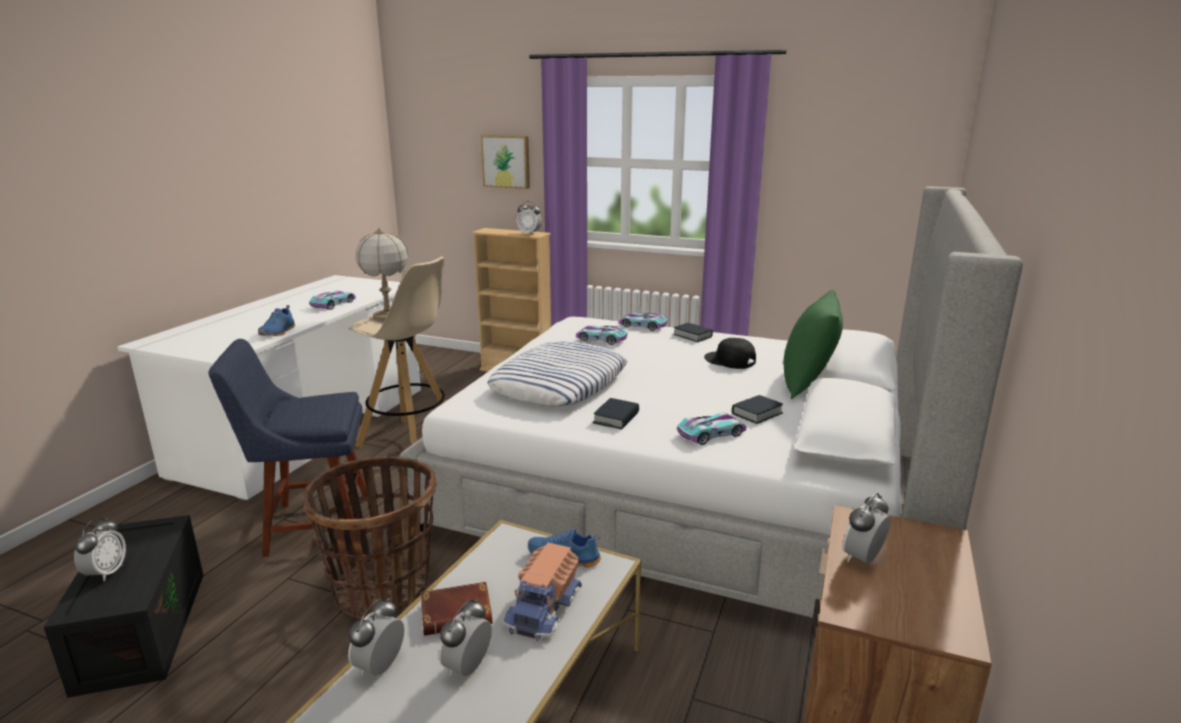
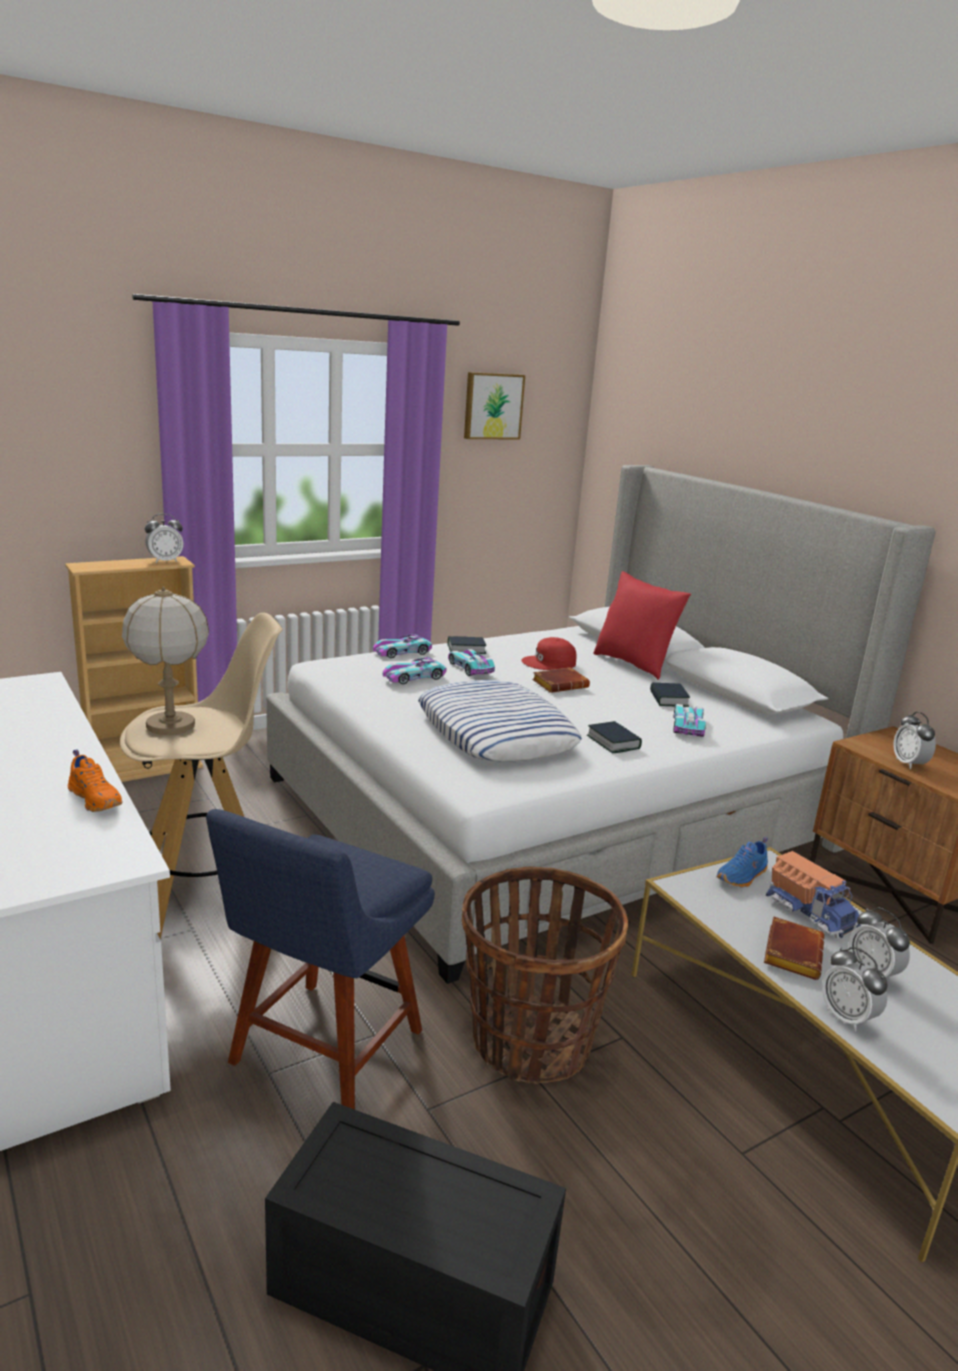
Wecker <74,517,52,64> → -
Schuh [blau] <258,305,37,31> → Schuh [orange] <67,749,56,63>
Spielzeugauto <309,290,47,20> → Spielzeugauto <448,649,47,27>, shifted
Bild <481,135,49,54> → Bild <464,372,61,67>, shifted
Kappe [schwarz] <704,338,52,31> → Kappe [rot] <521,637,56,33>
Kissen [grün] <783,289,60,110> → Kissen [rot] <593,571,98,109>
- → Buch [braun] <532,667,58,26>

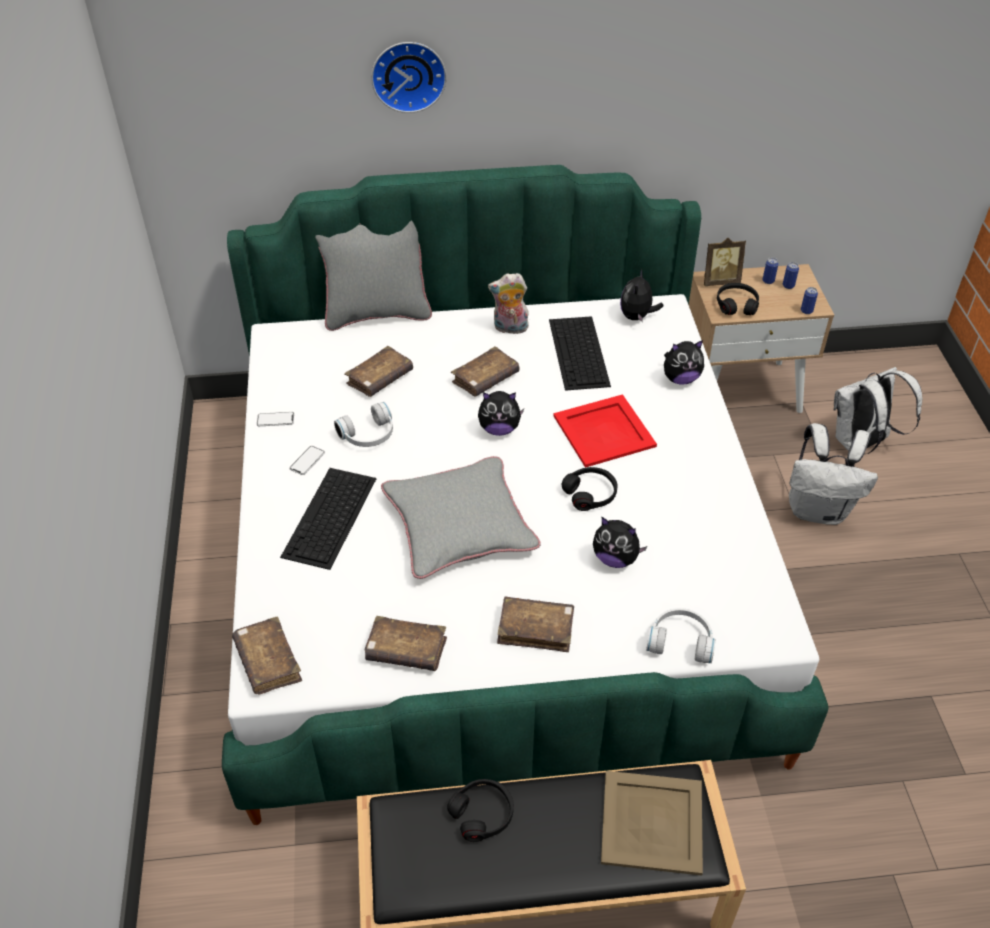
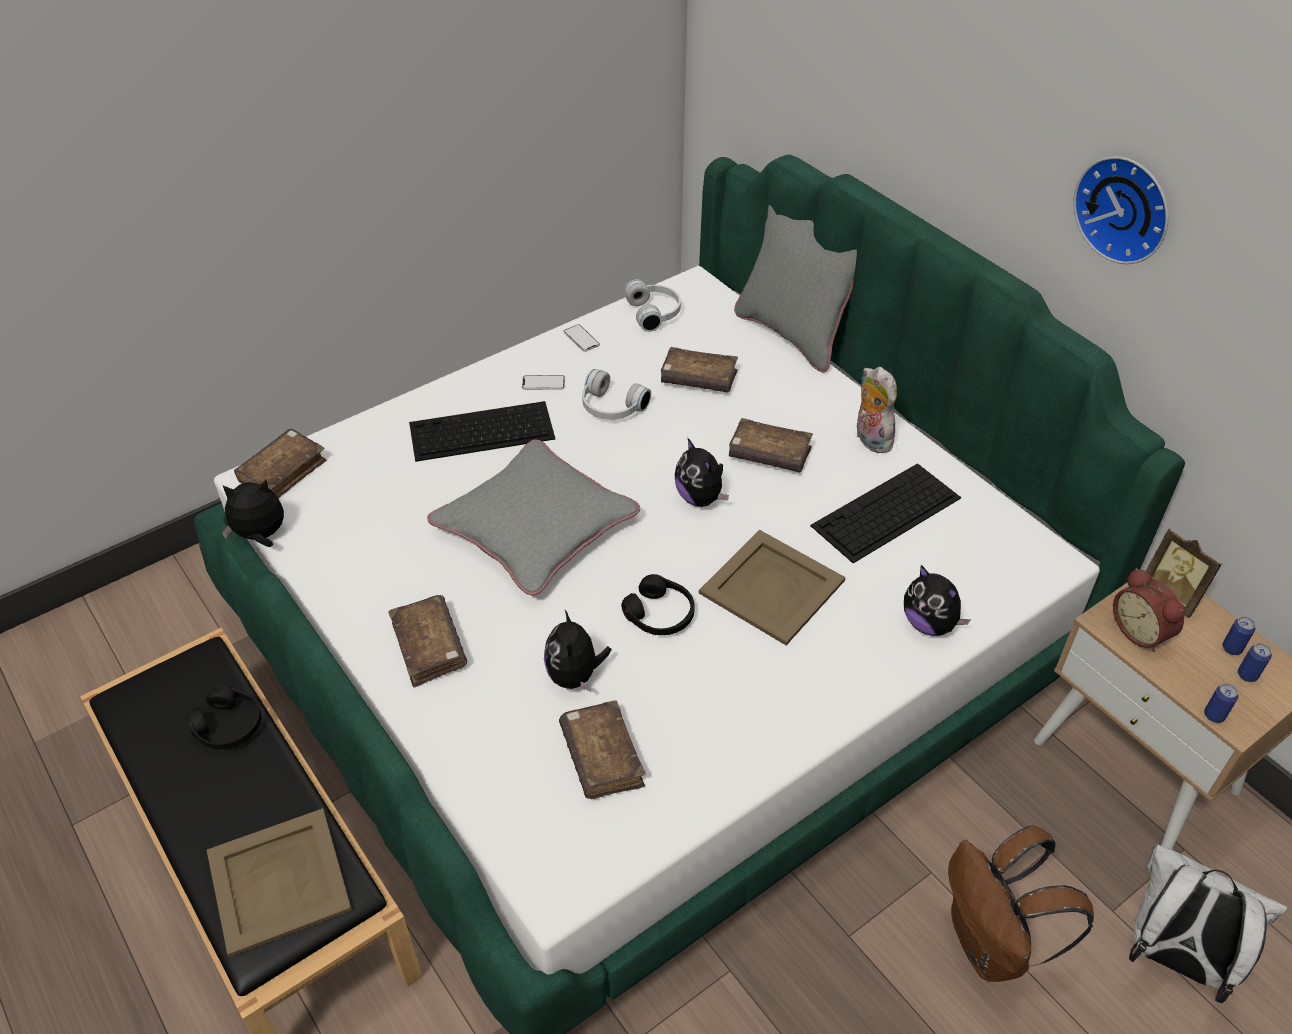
Buch [braun] <365,616,82,55> → Buch [braun] <559,700,87,99>, shifted
Wanduhr <371,42,75,71> → Wanduhr <1073,156,96,108>, shifted
Tablett [rot] <554,394,103,74> → Tablett [beige] <699,530,147,115>
Plüschtier <620,269,43,53> → Plüschtier <221,479,63,68>, shifted
Kopfhörer [weiß] <646,608,70,55> → Kopfhörer [weiß] <624,279,57,53>, shifted
Kopfhörer [schwarz] <717,283,42,32> → Wecker <1113,568,72,84>
Rucksack [weiß] <789,423,89,102> → Rucksack [braun] <948,825,146,157>

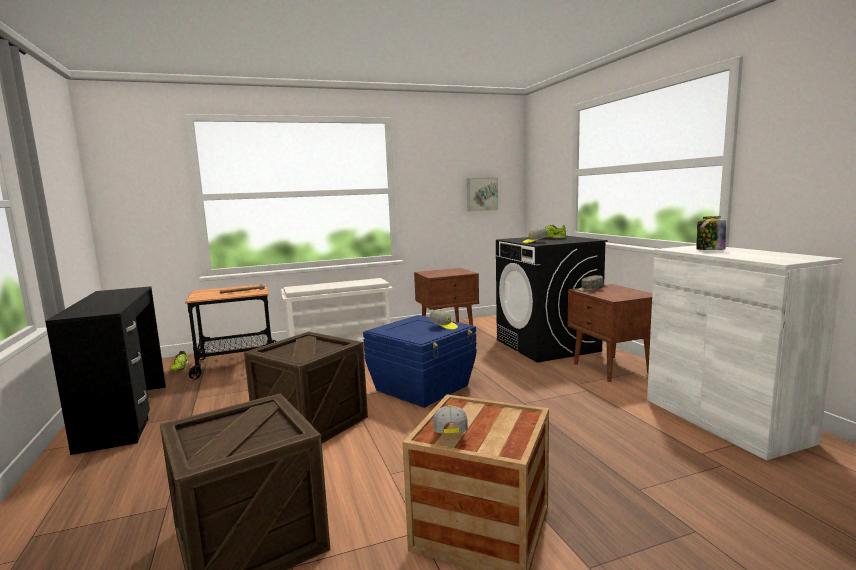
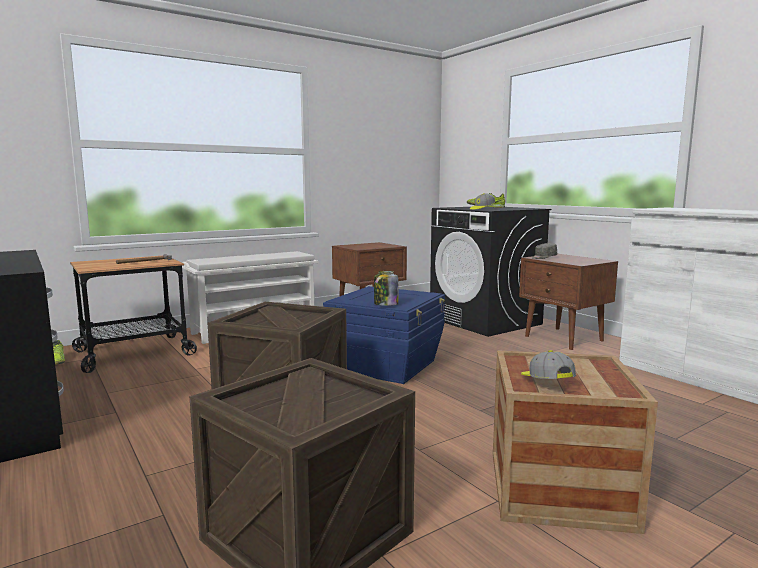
Kappe <429,309,29,21> → -
Bild <467,177,31,35> → -
Vorratsglas <696,216,30,34> → Vorratsglas <374,271,25,35>, shifted

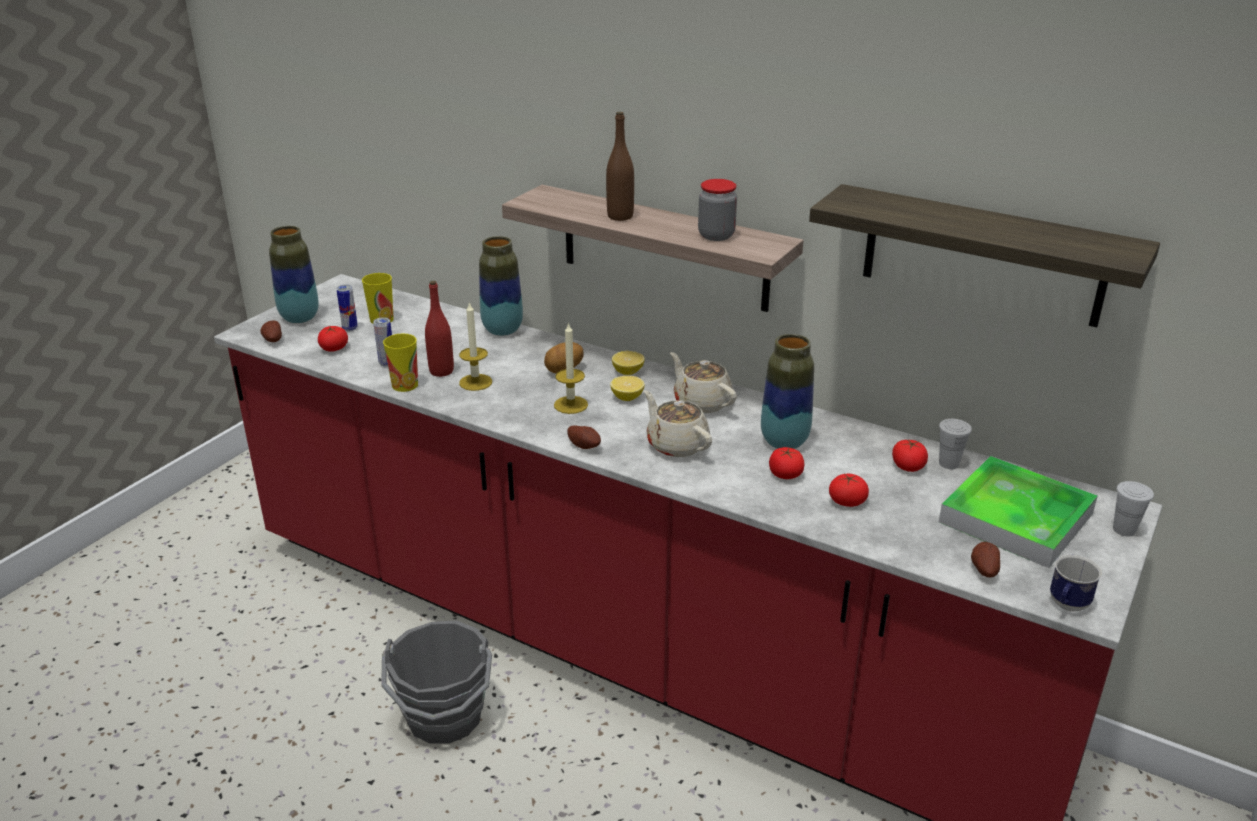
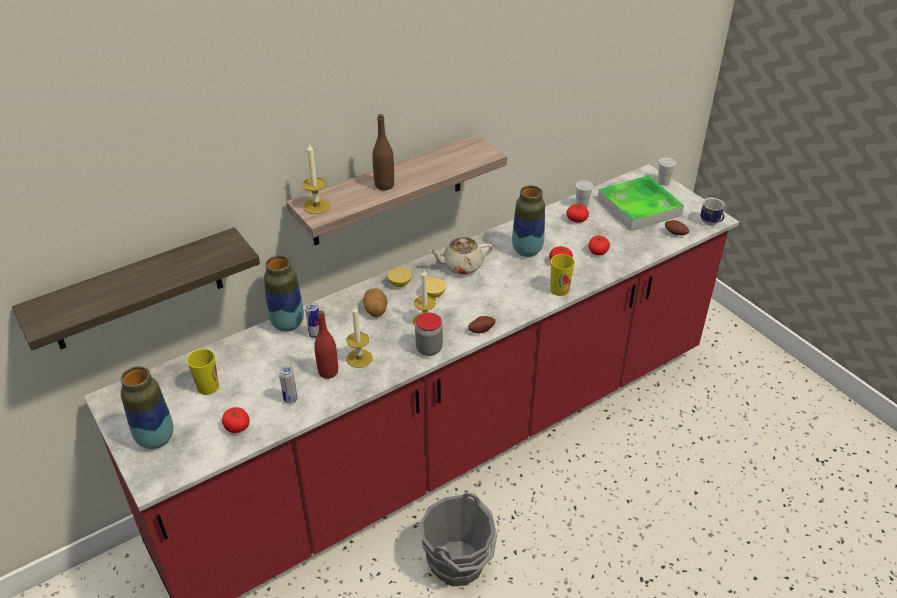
Kartoffel <261,321,21,21> → -
Dose <336,284,22,47> → Dose <305,302,14,36>, shifted
Tasse <383,334,35,58> → Tasse <550,254,25,42>, shifted
Teekanne [beige] <644,390,68,67> → -
Vorratsglas <698,179,39,62> → Vorratsglas <415,313,28,43>, shifted
Wandregal <809,184,351,143> → Wandregal <12,227,248,123>, shifted
- → Kerze <302,143,28,71>

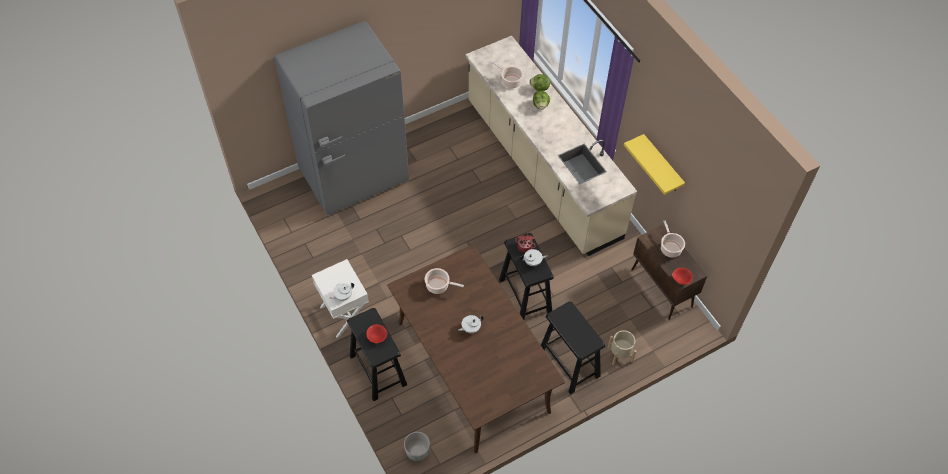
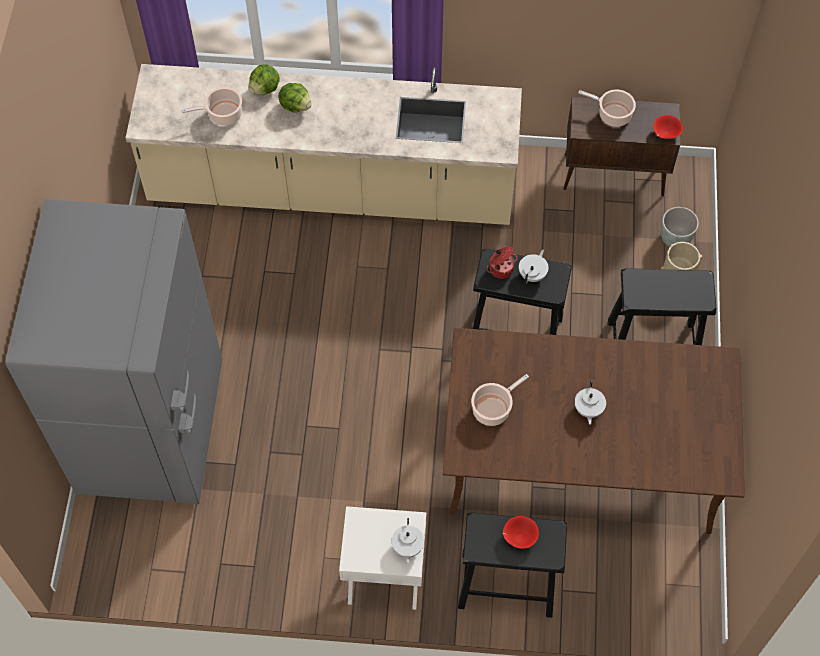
Pflanzkübel [grau] <404,432,26,29> → Pflanzkübel [grau] <661,207,38,40>, shifted
Wandregal [gelb] <624,134,61,61> → -

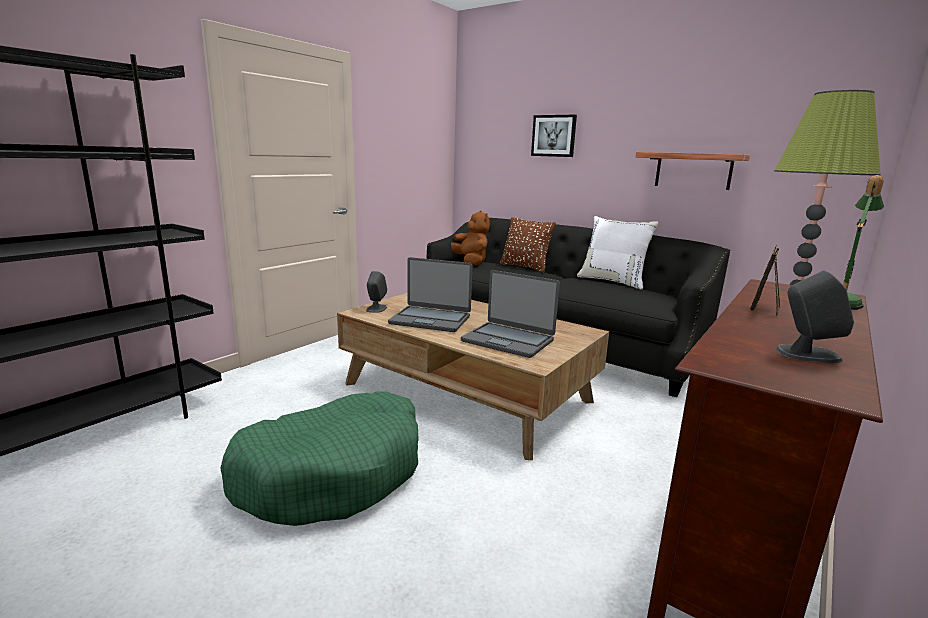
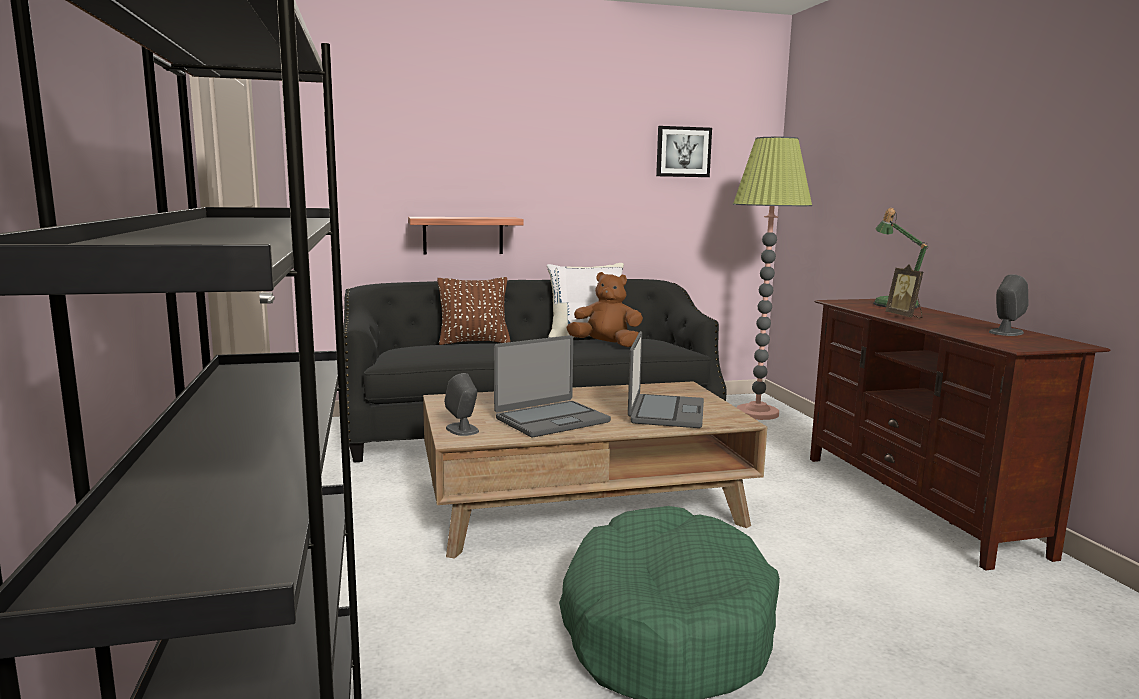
Plüschtier [braun] <451,210,39,55> → Plüschtier [braun] <566,272,77,75>, shifted
Laptop <461,270,99,88> → Laptop <628,331,76,97>, 60 degrees counterclockwise
Bild <531,115,46,42> → Bild <656,126,56,51>, shifted
Wandregal <636,152,114,38> → Wandregal <408,217,116,37>, shifted

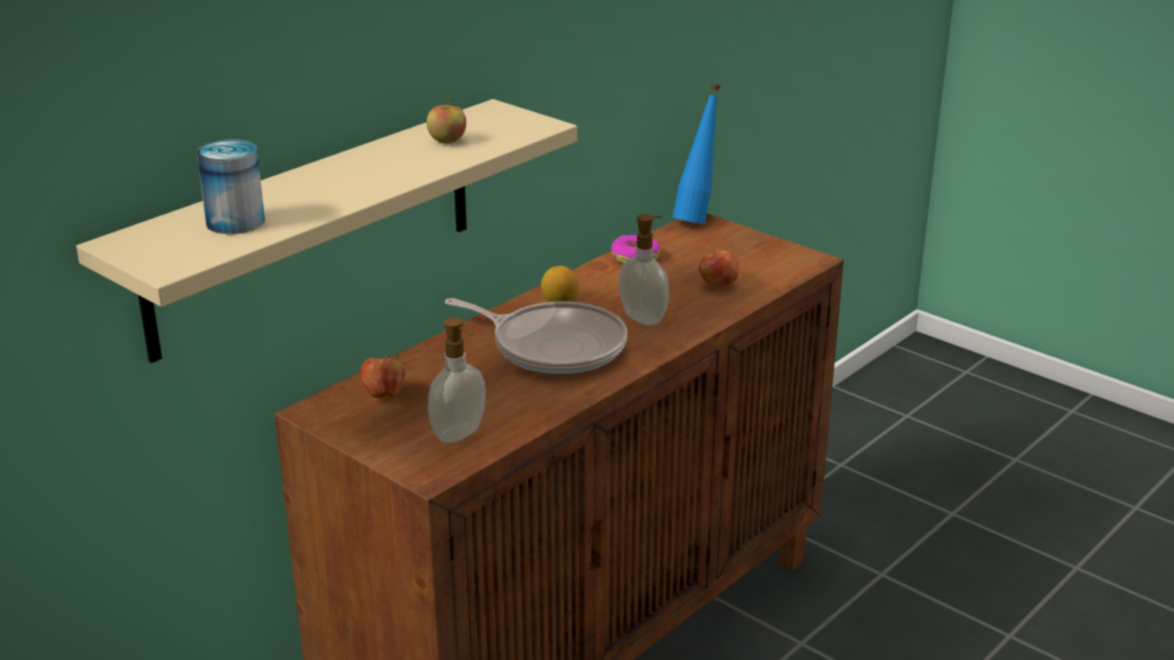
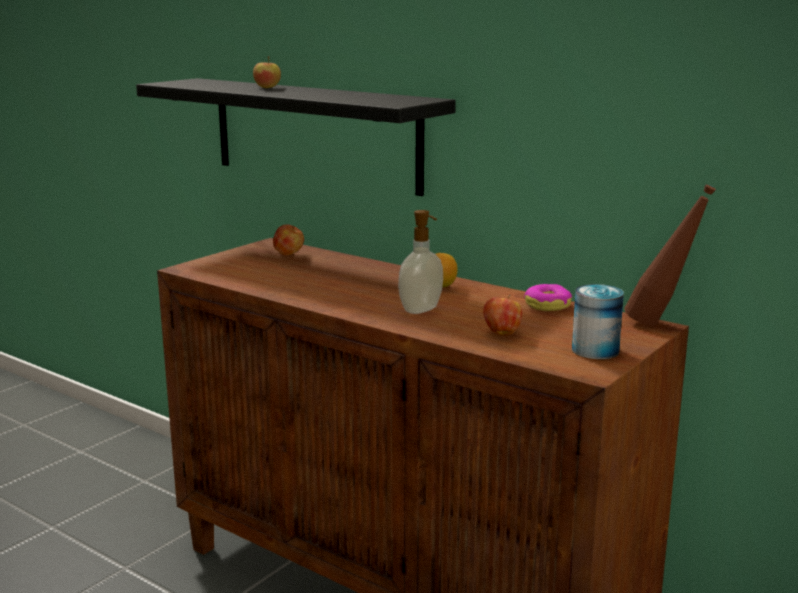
Wandregal [beige] <76,99,501,264> → Wandregal [schwarz] <136,78,320,118>
Dose <197,139,68,95> → Dose <572,284,52,75>, shifted
Apfel <426,97,40,47> → Apfel <253,56,28,32>, shifted
Seifenspender <428,317,58,126> → -
Pfanne <445,298,182,77> → -
Flasche [blau] <673,84,47,140> → Flasche [braun] <624,185,92,141>

